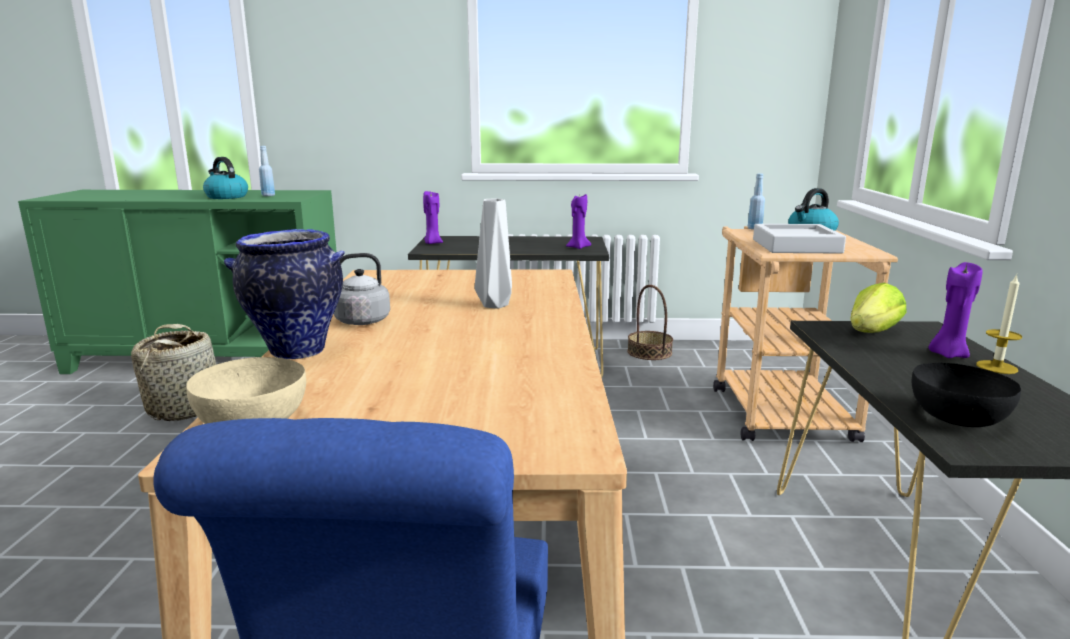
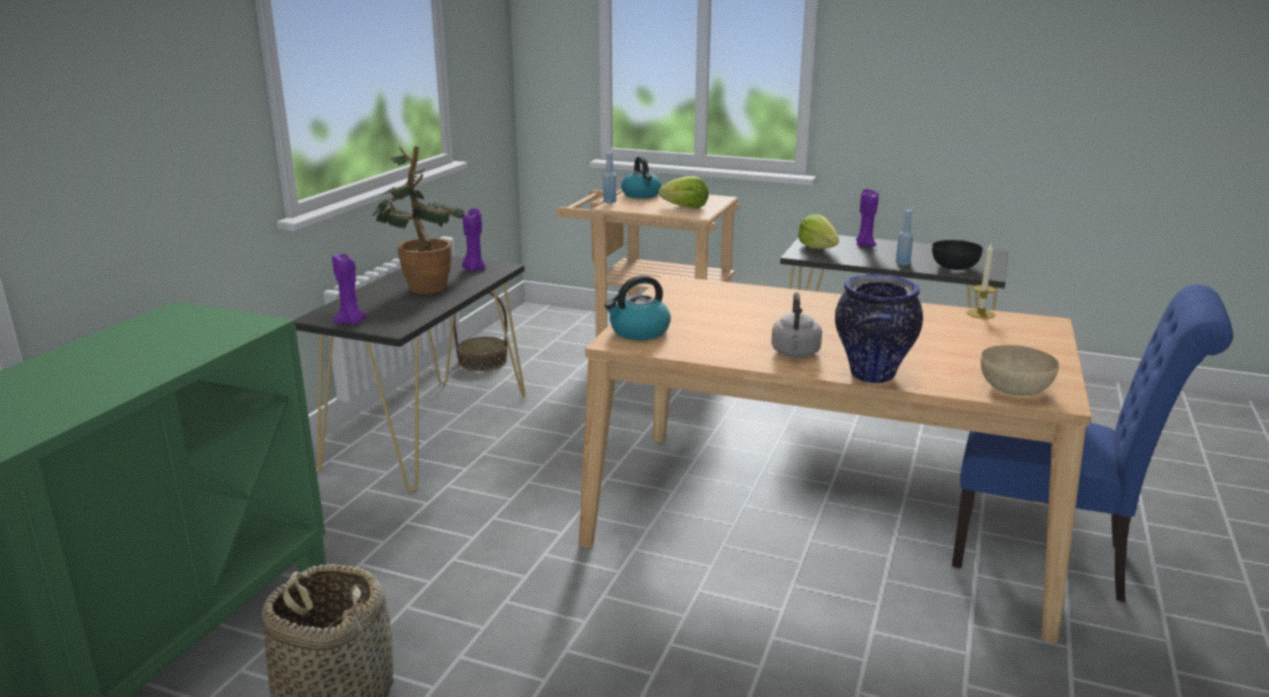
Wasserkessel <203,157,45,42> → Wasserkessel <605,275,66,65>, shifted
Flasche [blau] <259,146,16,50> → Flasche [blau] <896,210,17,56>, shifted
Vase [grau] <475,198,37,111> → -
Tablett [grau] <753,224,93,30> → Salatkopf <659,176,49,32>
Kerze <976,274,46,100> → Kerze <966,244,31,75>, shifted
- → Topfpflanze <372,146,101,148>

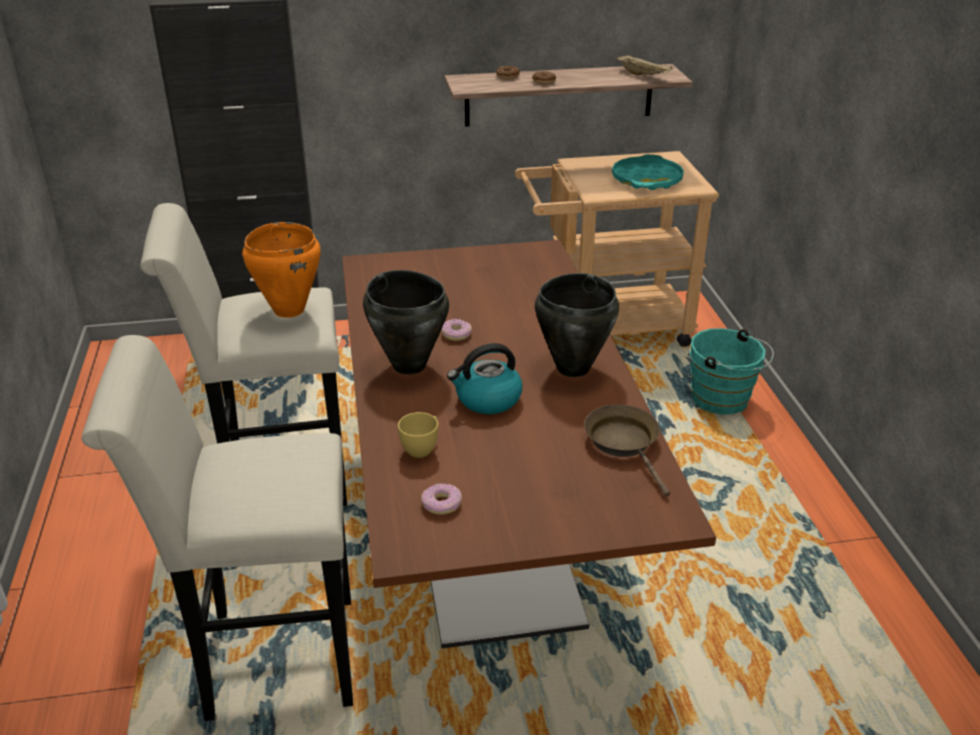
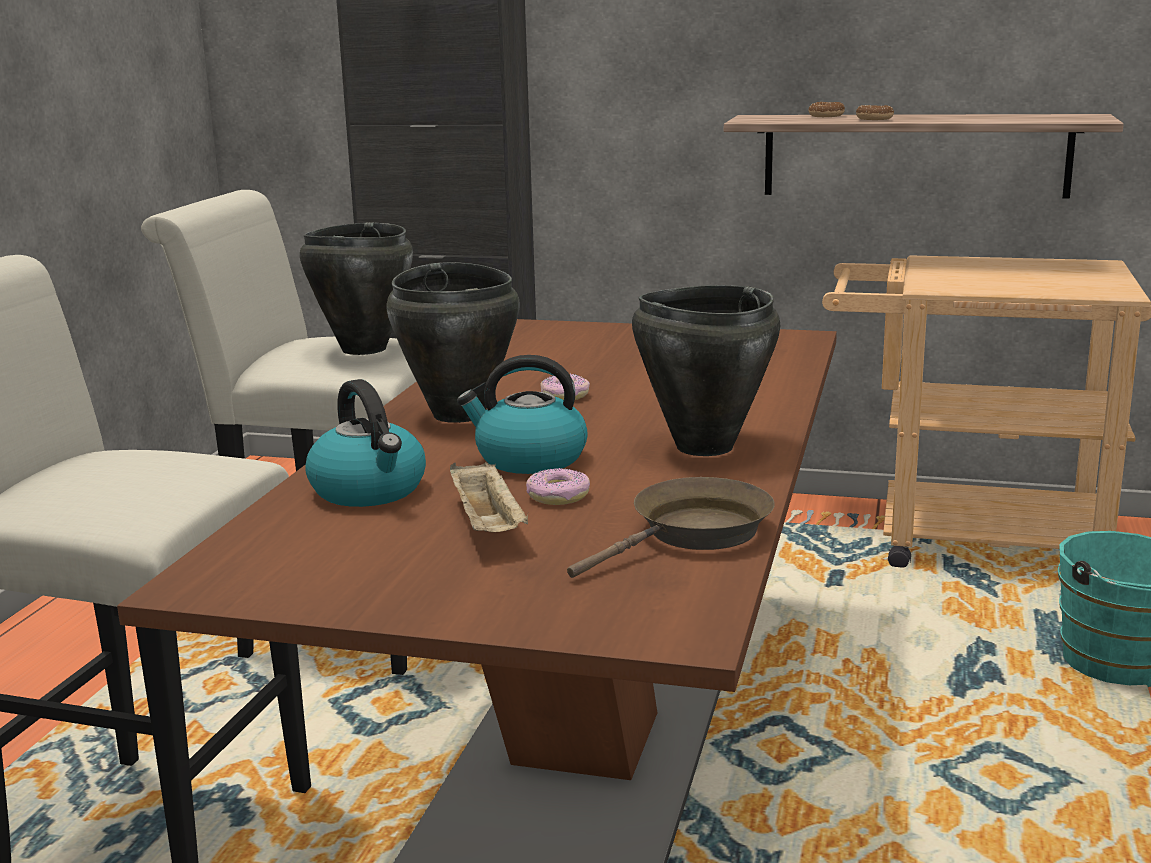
Kochtopf [orange] <242,222,79,96> → Kochtopf [schwarz] <300,222,113,133>
Tasse [gelb] <398,412,40,46> → Wasserkessel <305,379,121,128>
Donut <421,483,41,32> → Donut <526,468,64,37>, shifted
Pfanne [braun] <584,405,86,91> → Pfanne [braun] <567,477,208,101>, 45 degrees clockwise
Tablett [türkis] <612,154,72,36> → -
Tablett [beige] <616,54,56,22> → Tablett [beige] <450,462,78,70>, shifted

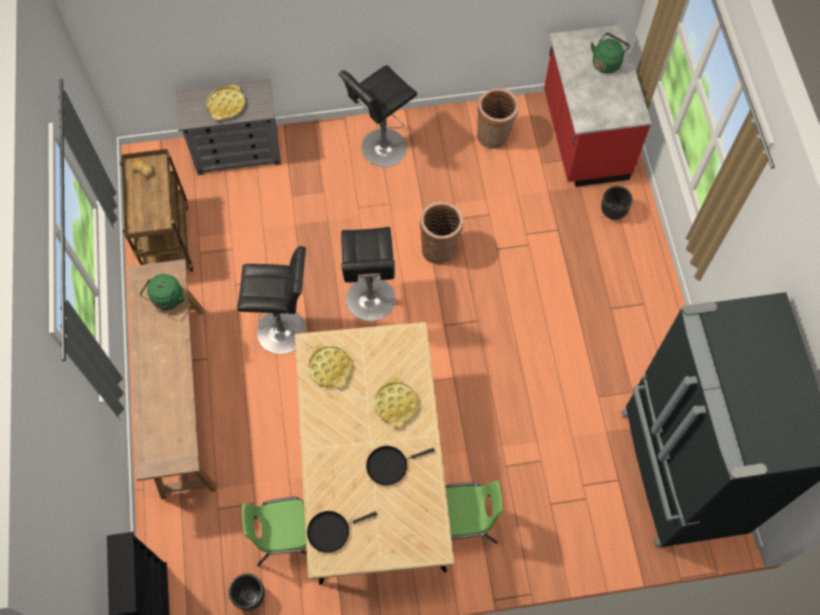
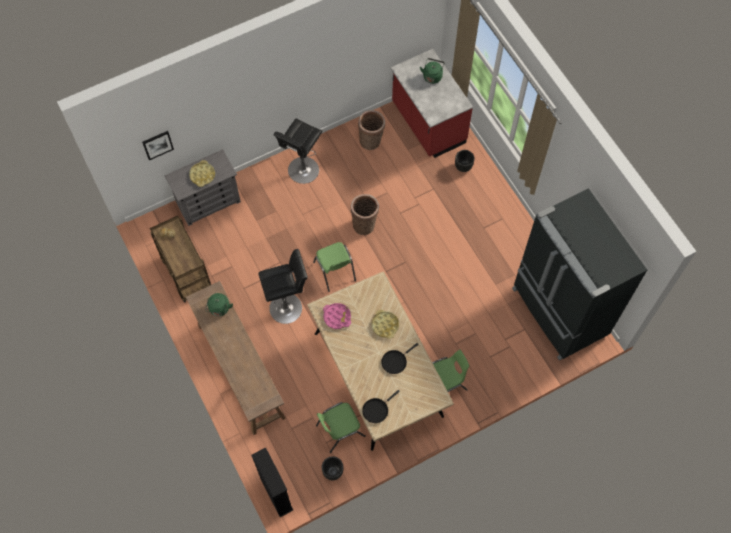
Tablett [gelb] <308,344,44,44> → Tablett [rosa] <323,303,28,26>
Hocker [schwarz] <341,227,55,94> → Stuhl [grün] <313,242,43,50>
- → Bild <142,131,32,29>

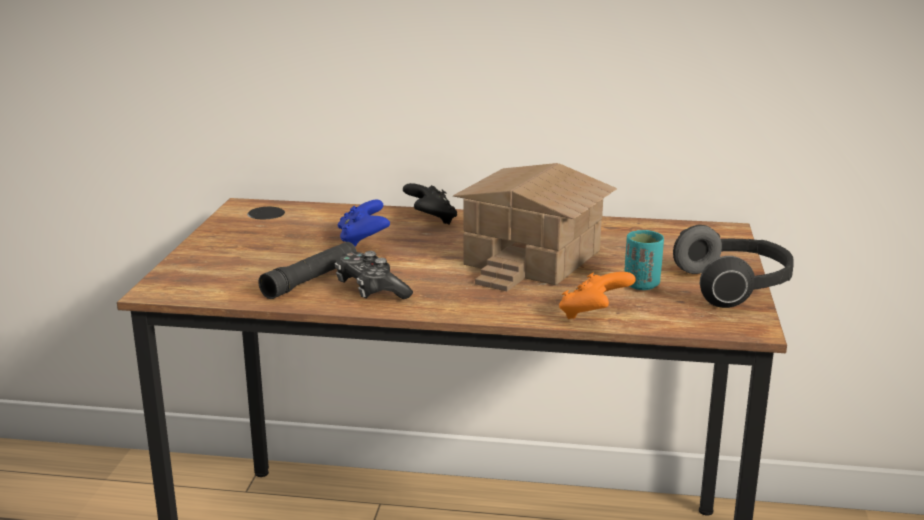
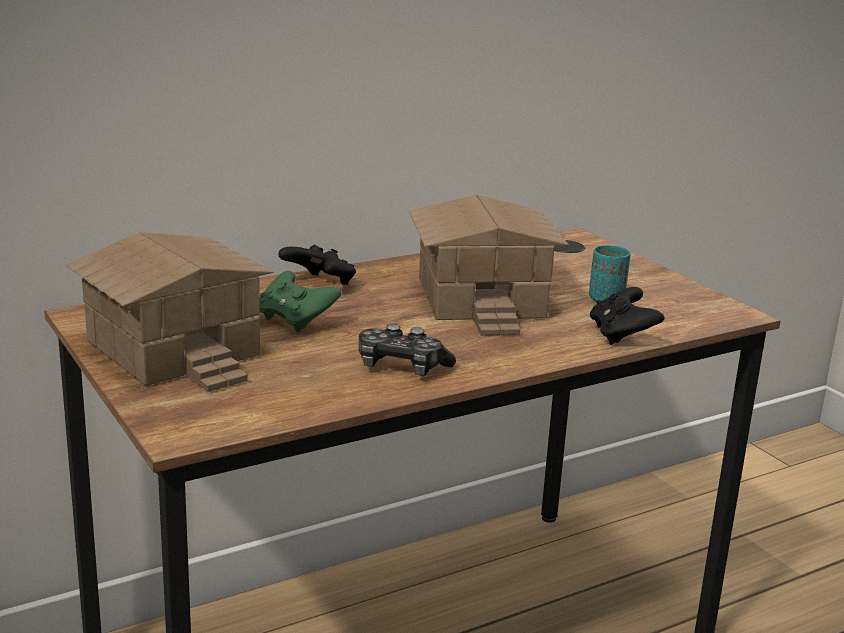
Taschenlampe [schwarz] <258,242,99,57> → -
Gamepad [blau] <338,199,52,48> → Gamepad [grün] <260,271,81,61>
Gamepad [orange] <559,272,77,47> → Gamepad [schwarz] <590,287,74,58>
Kopfhörer <673,225,121,83> → -
- → Spielzeughaus <65,232,208,160>

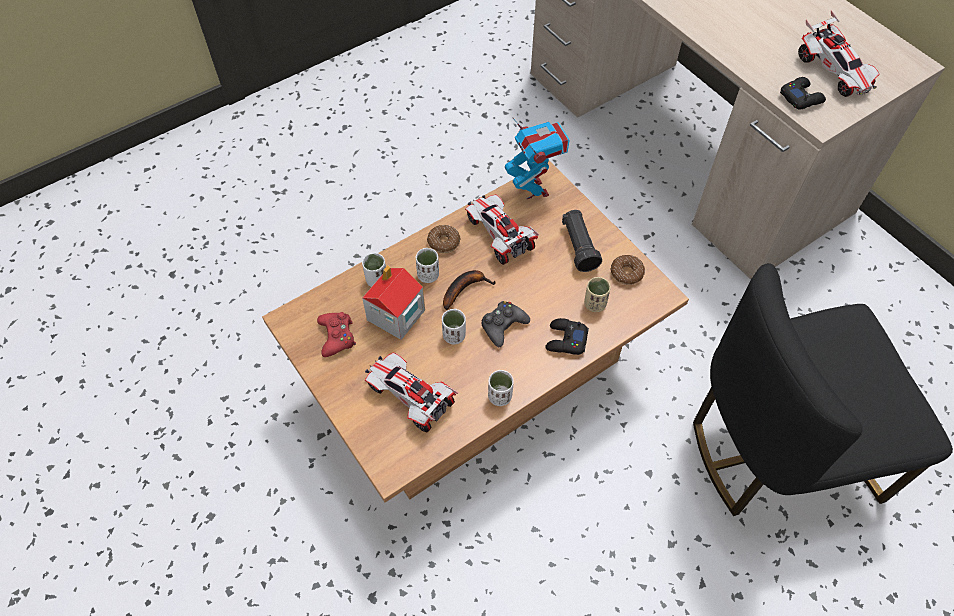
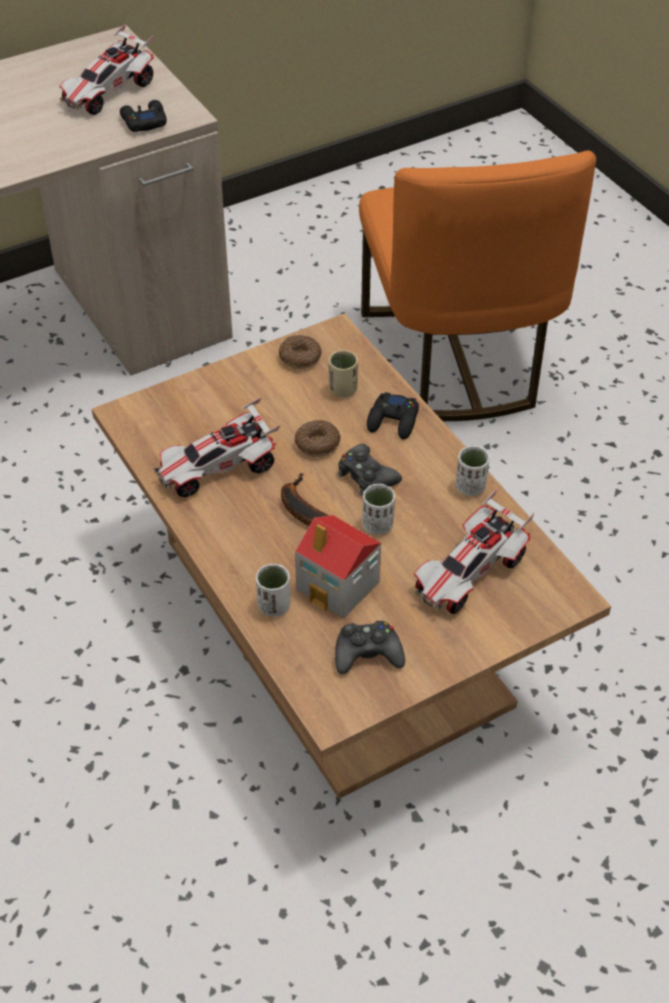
Gamepad [rot] <317,312,39,45> → Gamepad [schwarz] <335,621,70,53>
Tasse [weiß] <415,248,24,35> → -
Donut <427,225,34,28> → Donut <295,420,45,37>, shifted
Spielzeugroboter <505,117,65,82> → -
Taschenlampe [schwarz] <562,210,40,62> → -
Stuhl [schwarz] <693,263,260,253> → Stuhl [orange] <359,151,237,270>
Spielzeugauto <798,10,82,87> → Spielzeugauto <59,24,95,91>, 150 degrees clockwise

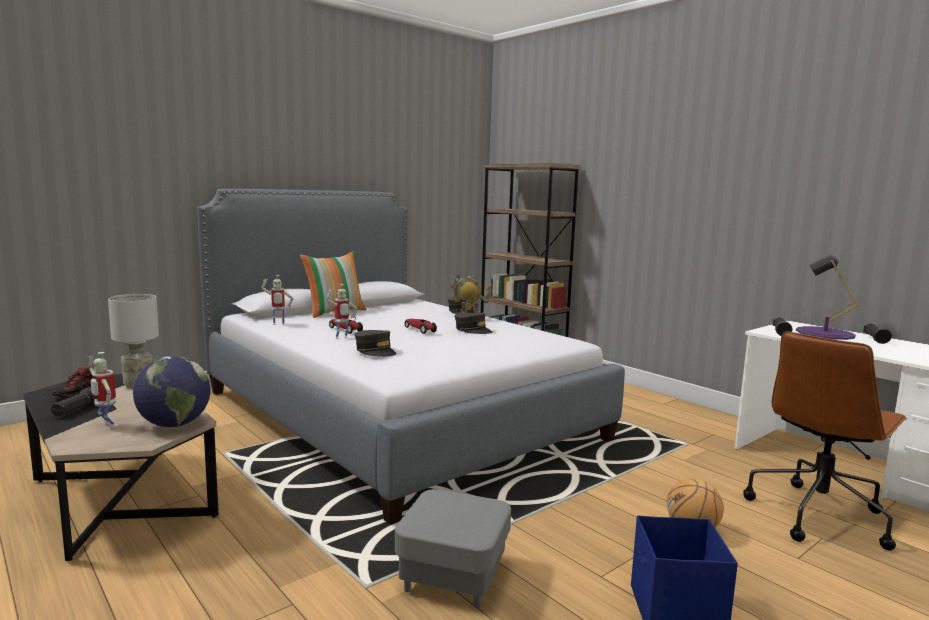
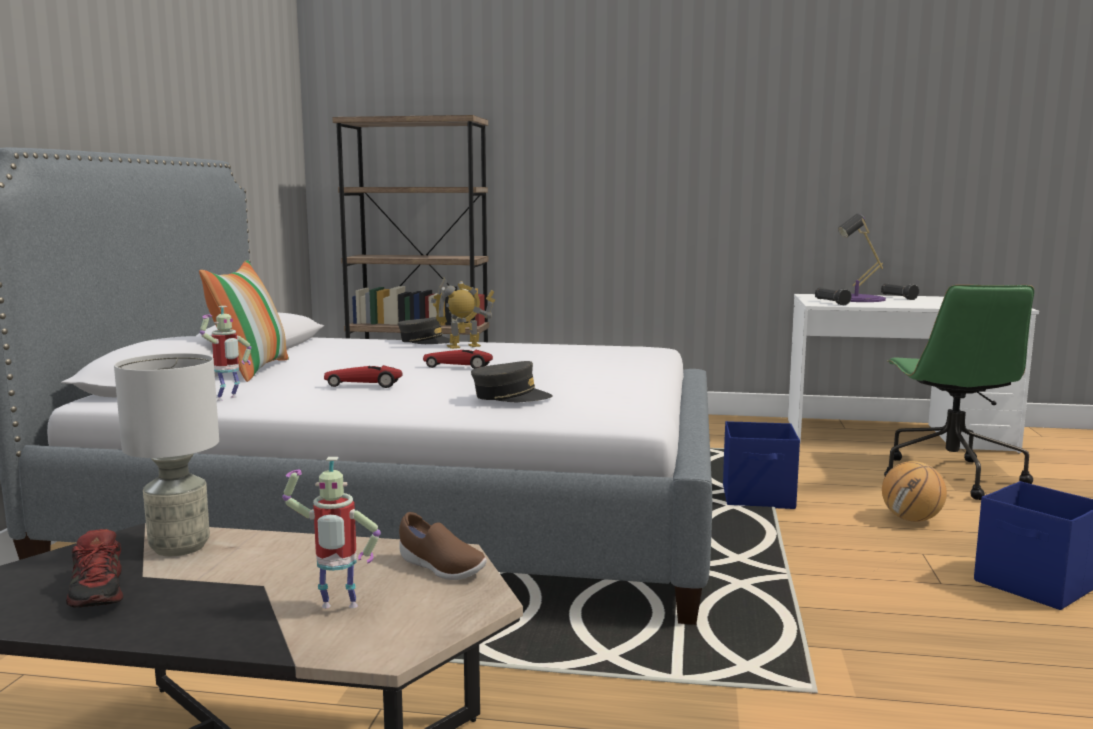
Taschenlampe [schwarz] <51,387,44,30> → -
Globus <133,356,78,71> → Schuh [braun] <399,512,88,68>
Spielzeugroboter <326,284,32,55> → -
Polsterhocker [grau] <395,489,116,119> → -
Kappe [grau] <455,313,38,21> → -
Bürostuhl [braun] <743,331,165,220> → Bürostuhl [grün] <884,285,150,215>
- → Aufbewahrungsbox [blau] <723,421,77,88>

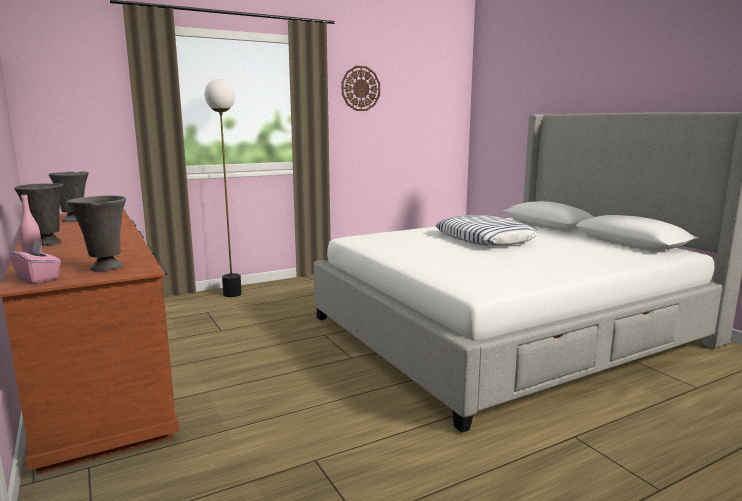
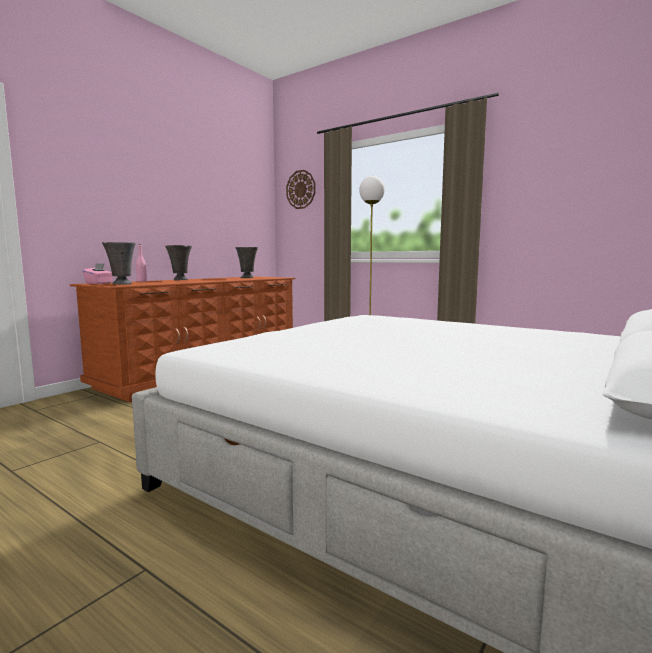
Wanduhr <342,66,38,45> → Wanduhr <286,170,29,39>, shifted
Kissen <435,215,102,31> → -

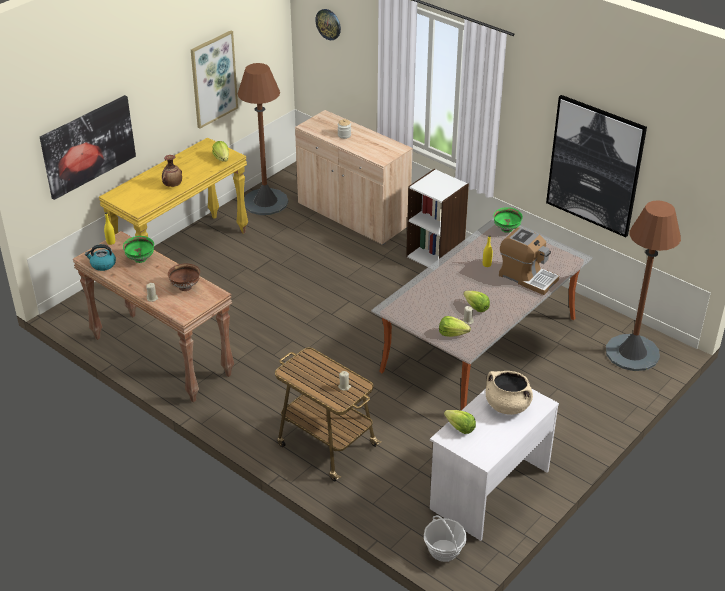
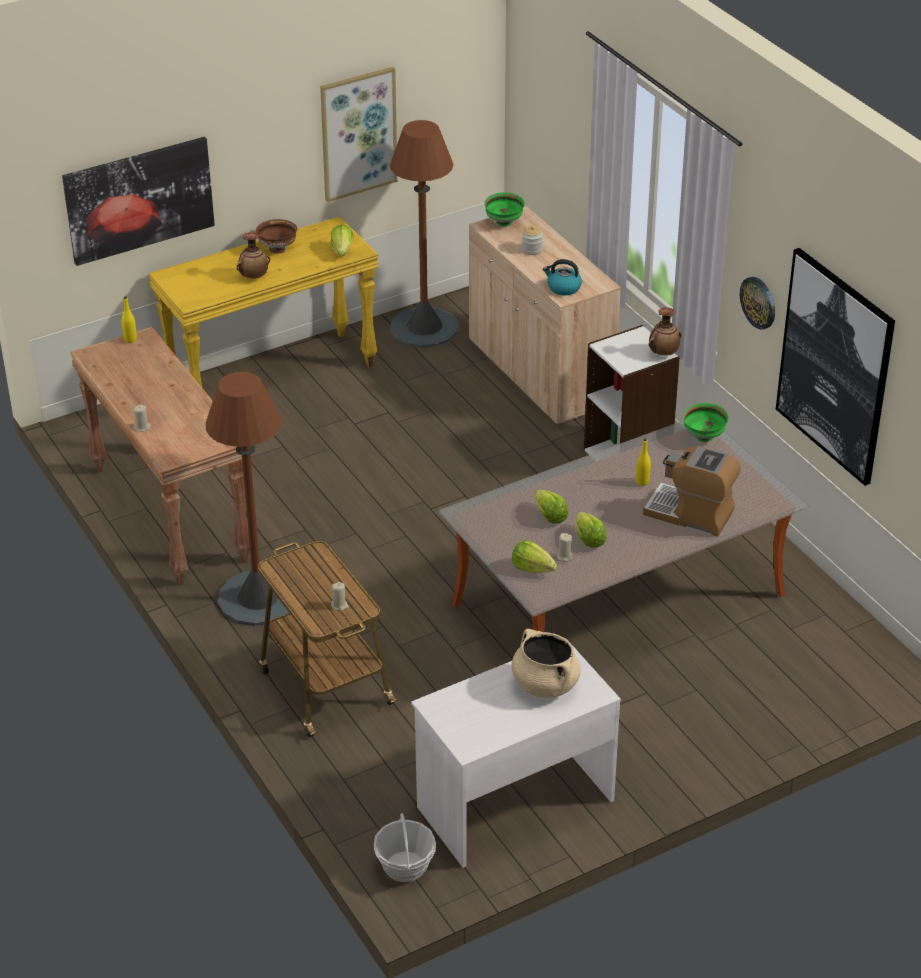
Wasserkessel <85,244,31,27> → Wasserkessel <543,259,39,36>, shifted
Schüssel [grün] <123,236,31,27> → Schüssel [grün] <484,192,41,35>, shifted
Schüssel [braun] <168,263,32,28> → Schüssel [braun] <256,219,41,35>, shifted
Wanduhr <315,9,26,31> → Wanduhr <740,277,35,53>, shifted
Salatkopf <444,410,32,24> → Salatkopf <535,490,33,34>, shifted
Kaffeemaschine <499,227,60,68> → Kaffeemaschine <643,446,98,91>, 150 degrees clockwise
Stehlampe [braun] <606,200,75,171> → Stehlampe [braun] <206,372,92,254>, shifted
- → Vase <648,307,33,49>

